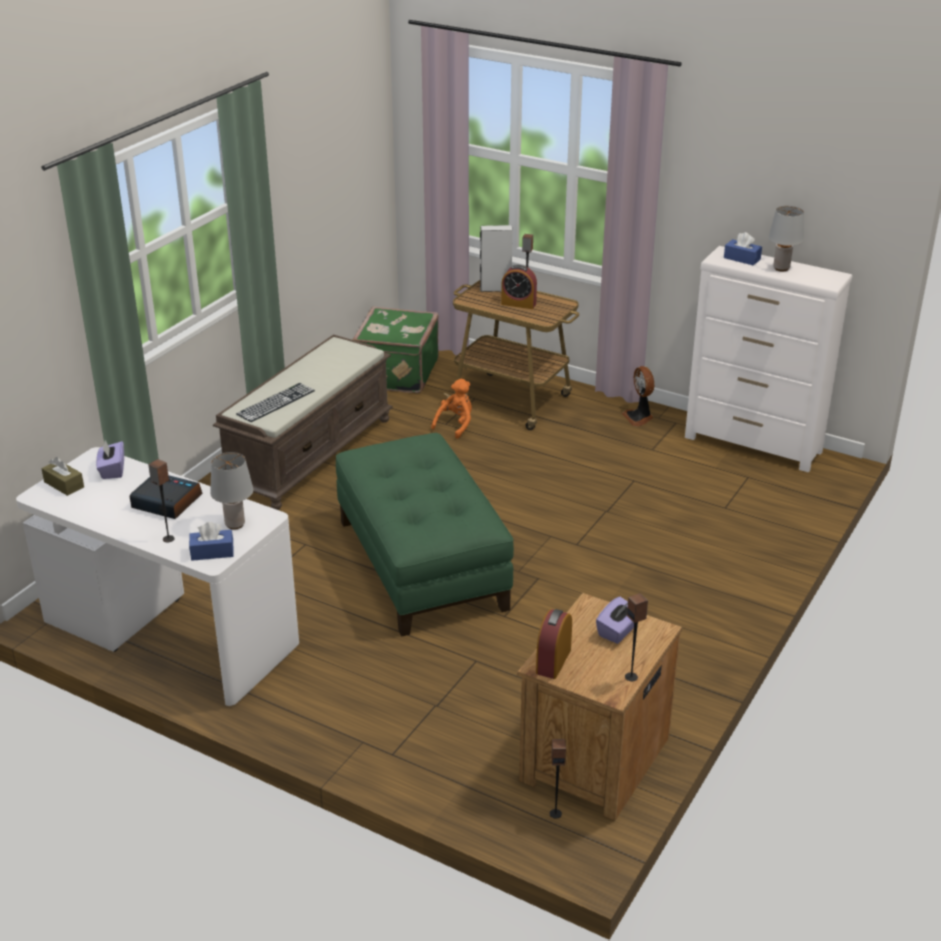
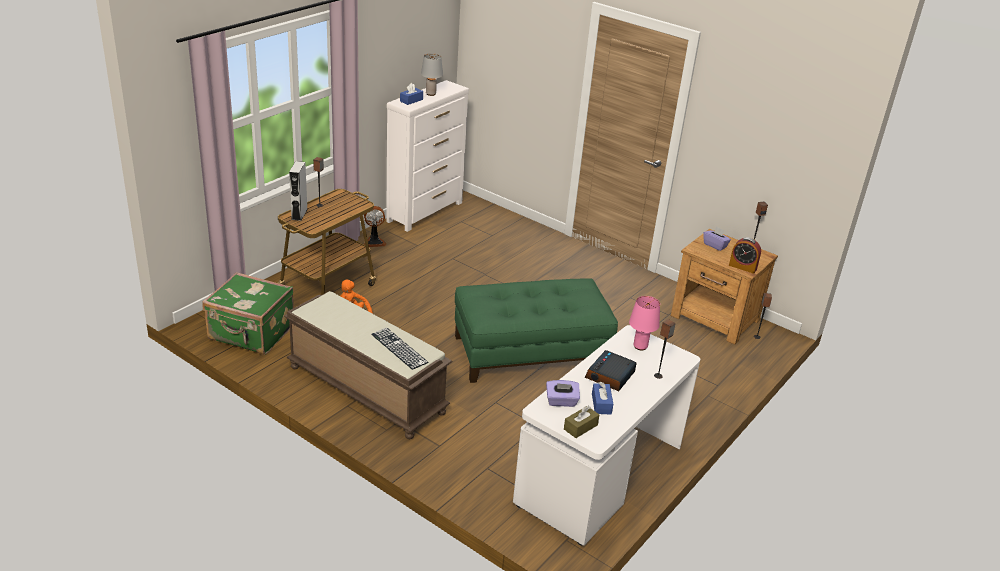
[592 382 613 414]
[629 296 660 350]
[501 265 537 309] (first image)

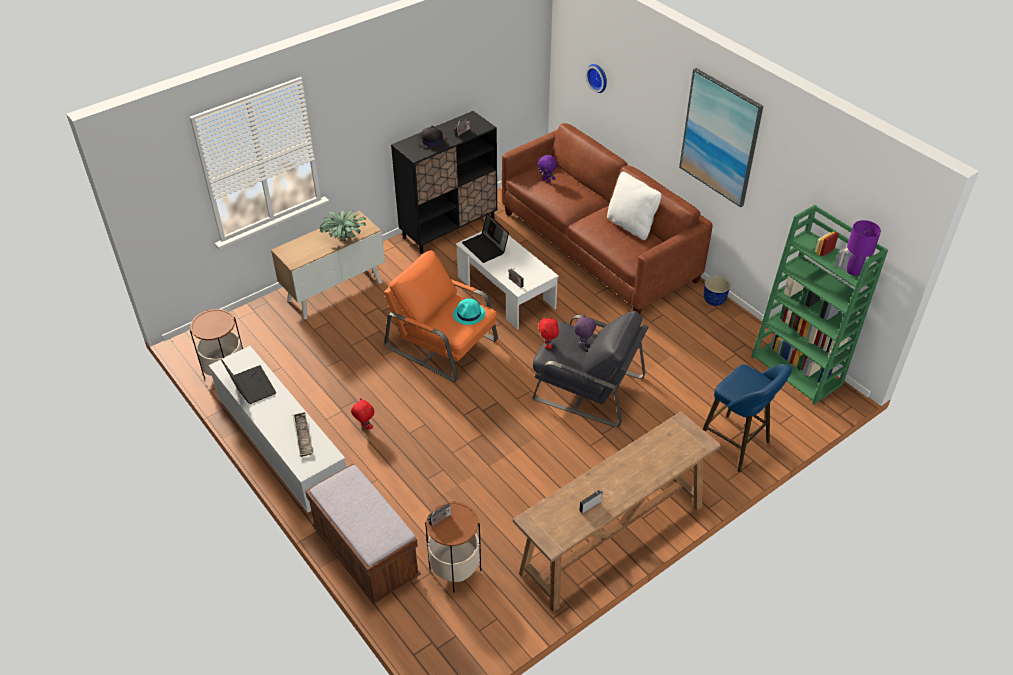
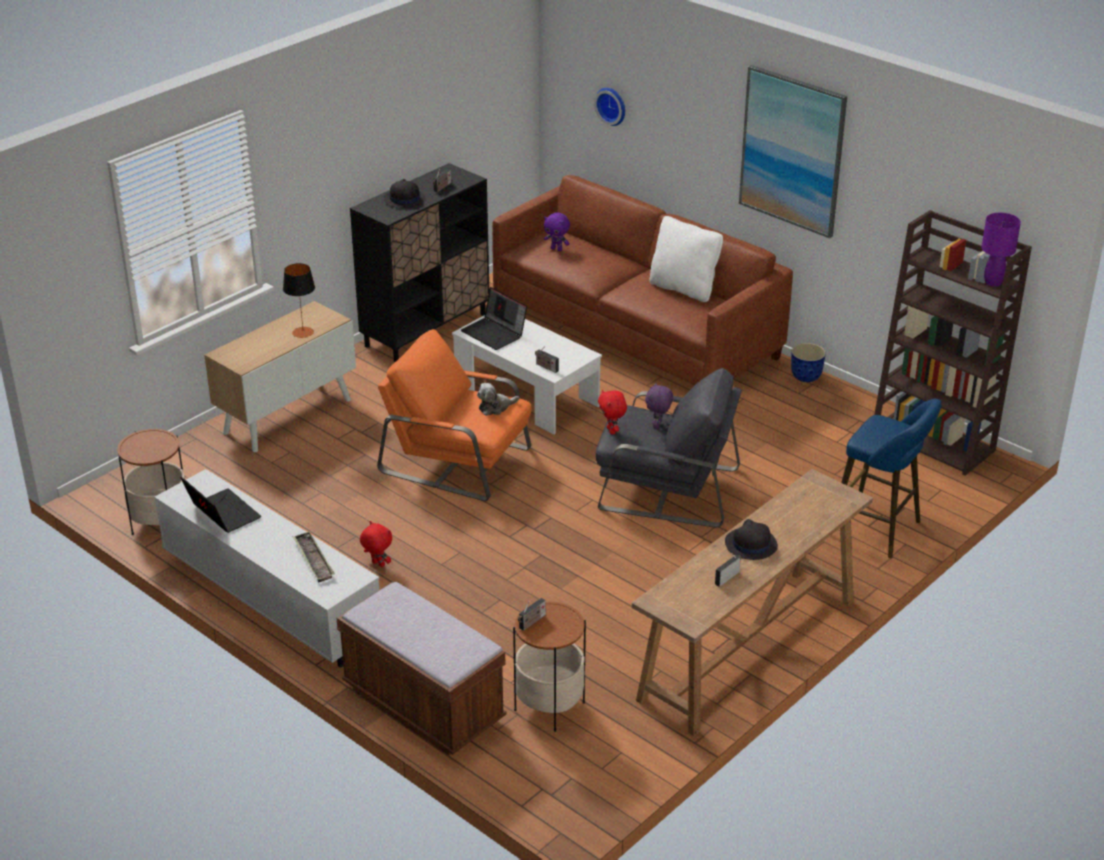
[283 263 315 338]
[477 383 519 416]
[725 519 778 560]
[874 210 1032 476]

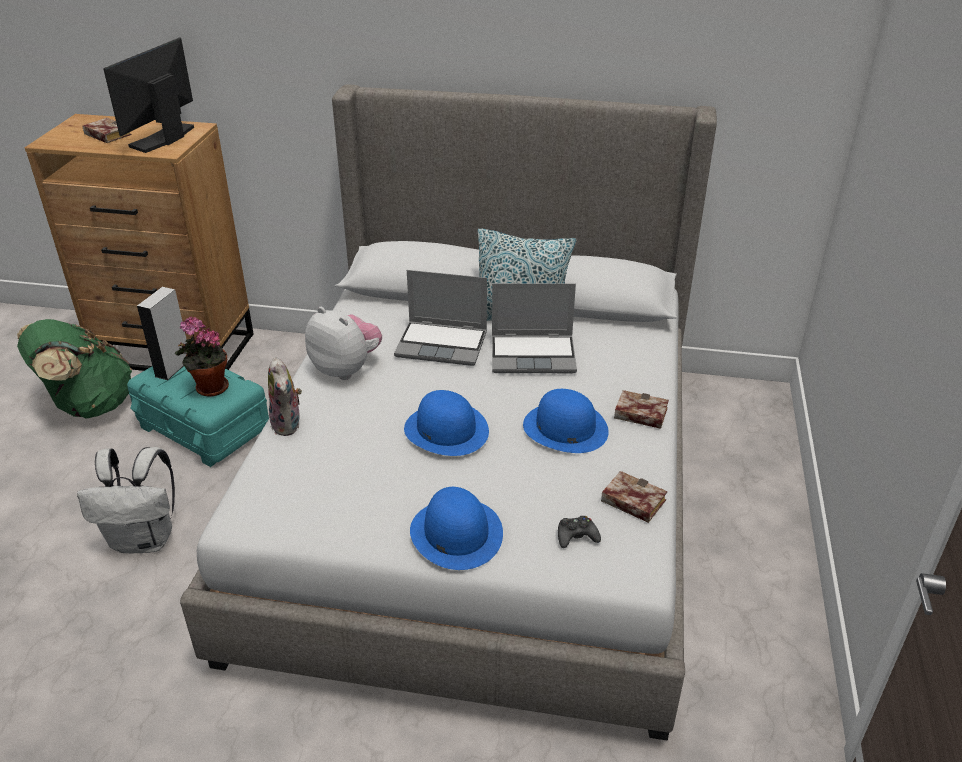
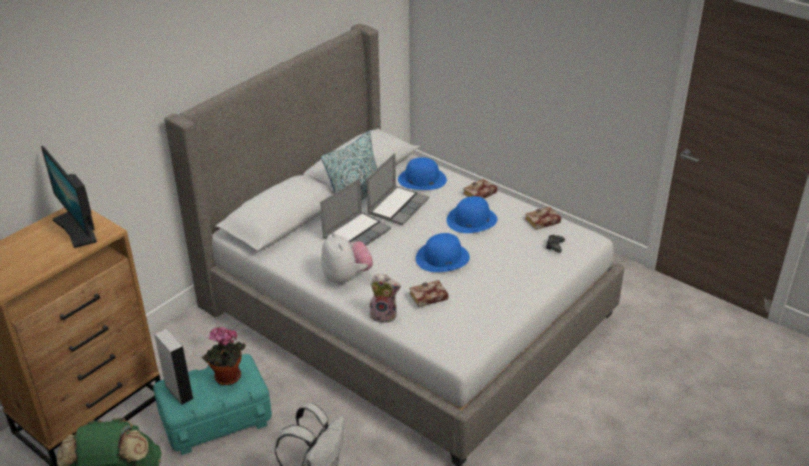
[321 232 373 285]
[398 157 447 190]
[409 280 449 308]

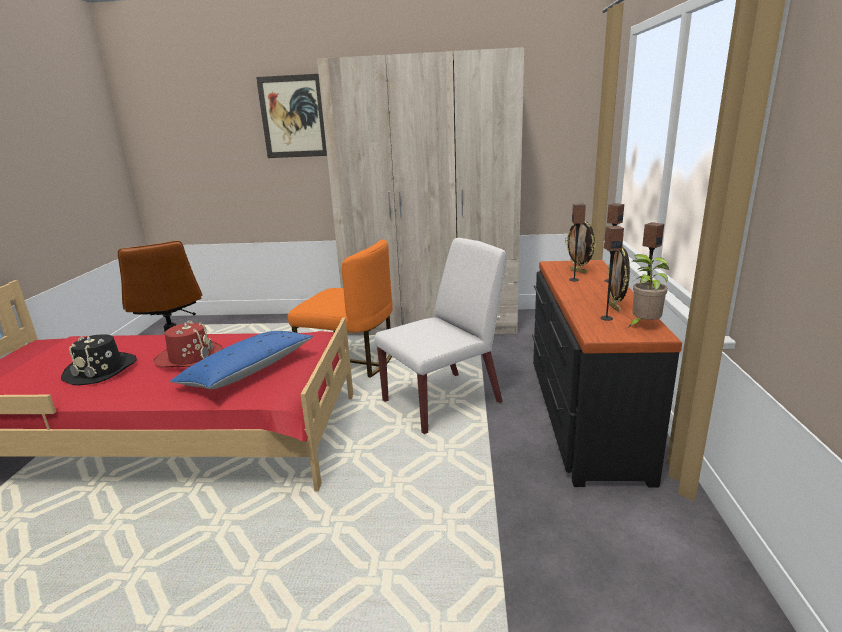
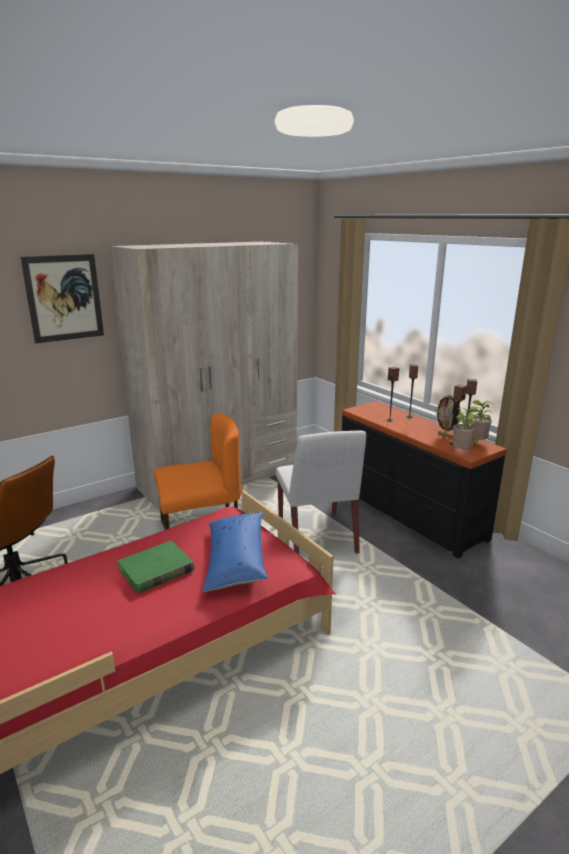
[117 541 194 593]
[276 430 366 554]
[453 407 479 450]
[61 335 137 385] (first image)
[565 220 596 274] (first image)

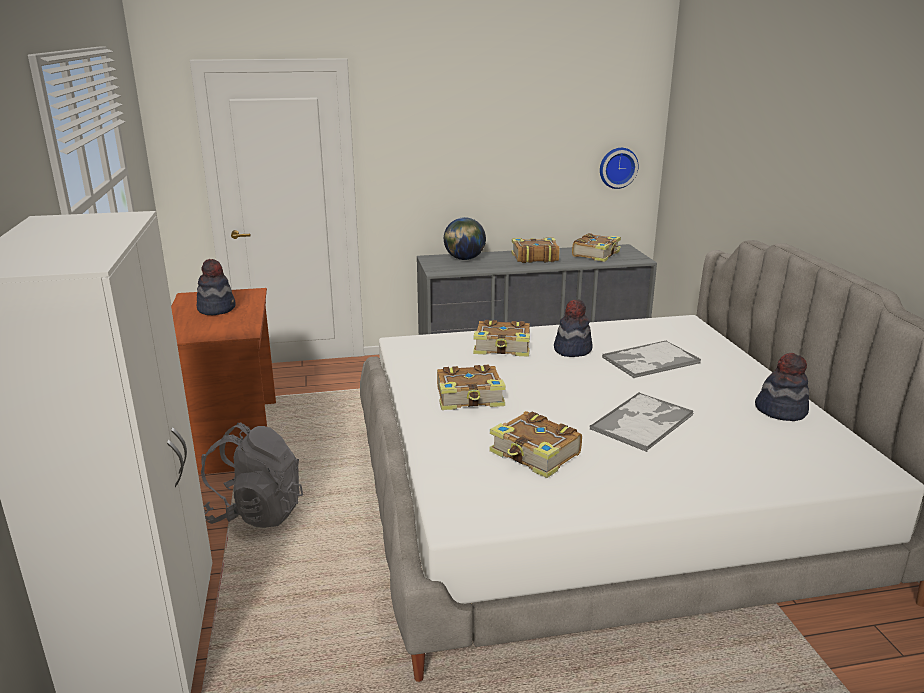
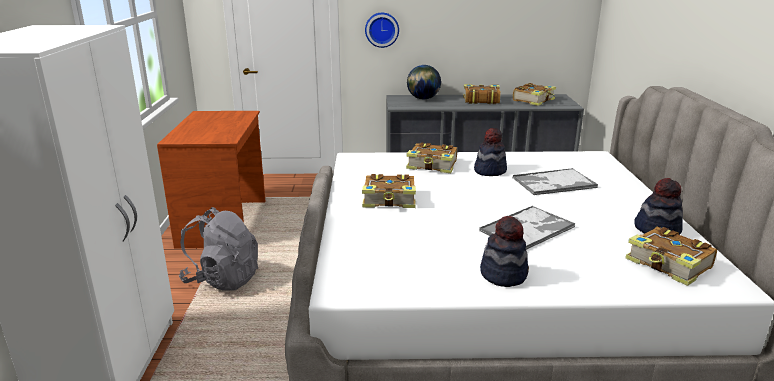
[365 13 399 48]
[480 216 529 287]
[625 226 717 286]

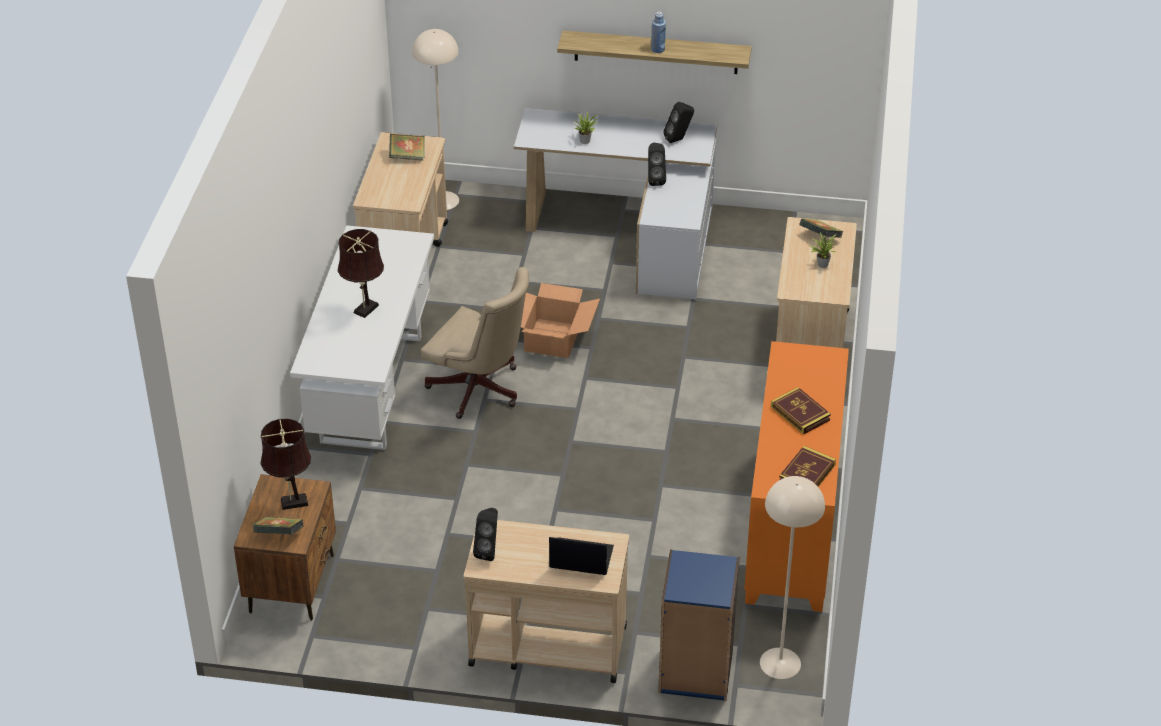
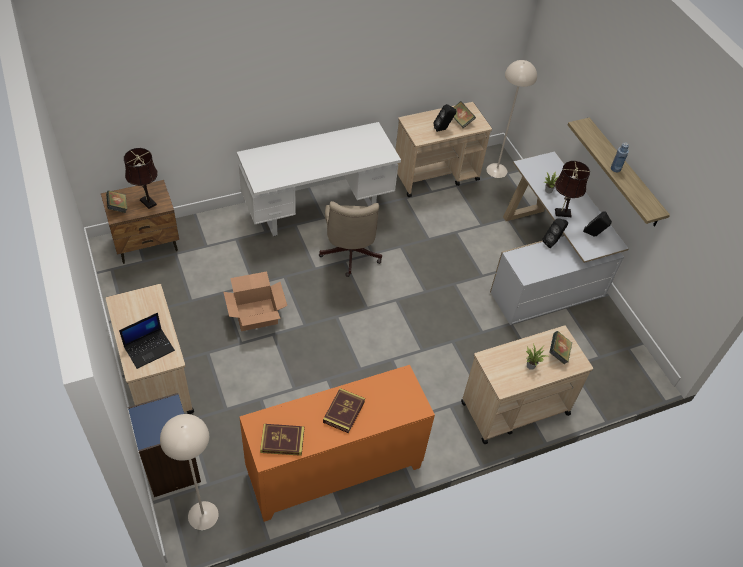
[119 313 175 369]
[223 271 287 331]
[434 104 456 132]
[555 161 590 217]

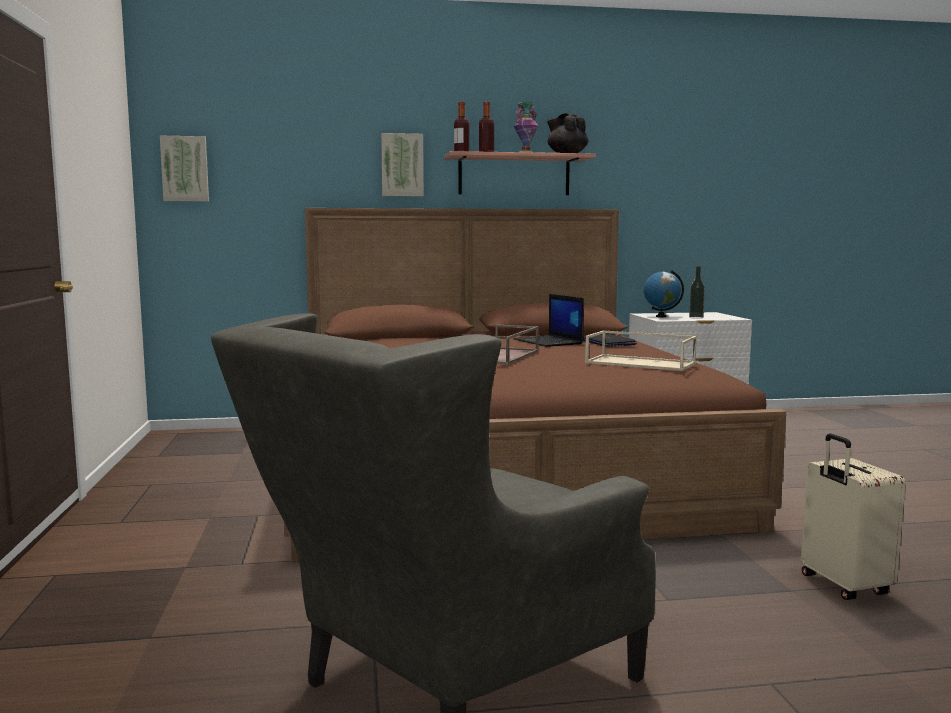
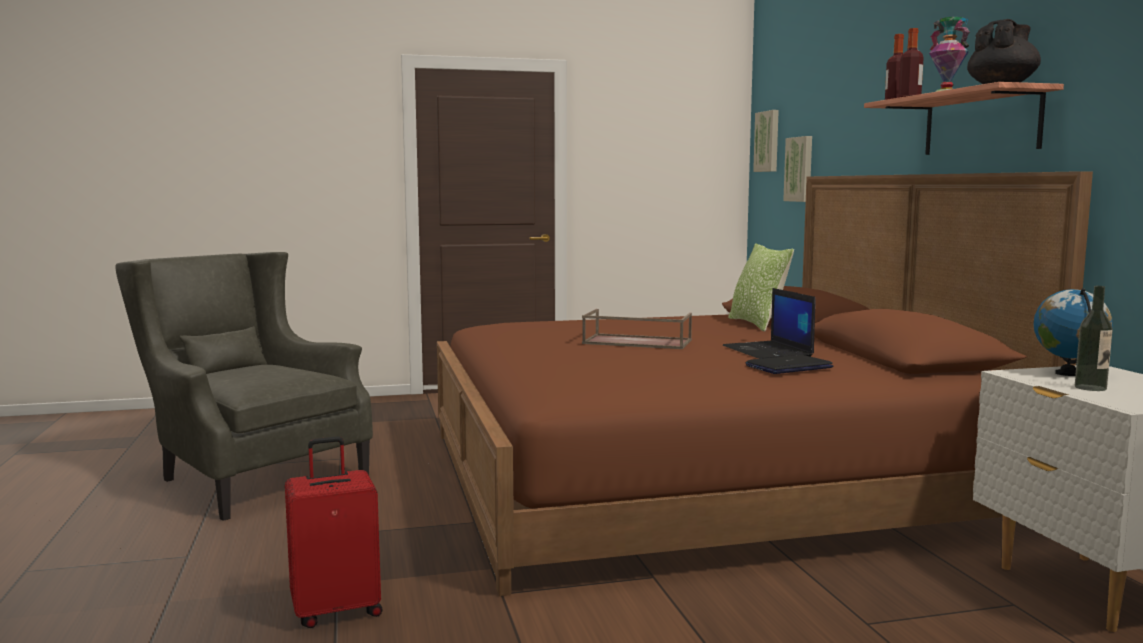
[285 436 383 628]
[723 288 815 359]
[728 243 794 332]
[783 136 812 202]
[585 330 697 371] (first image)

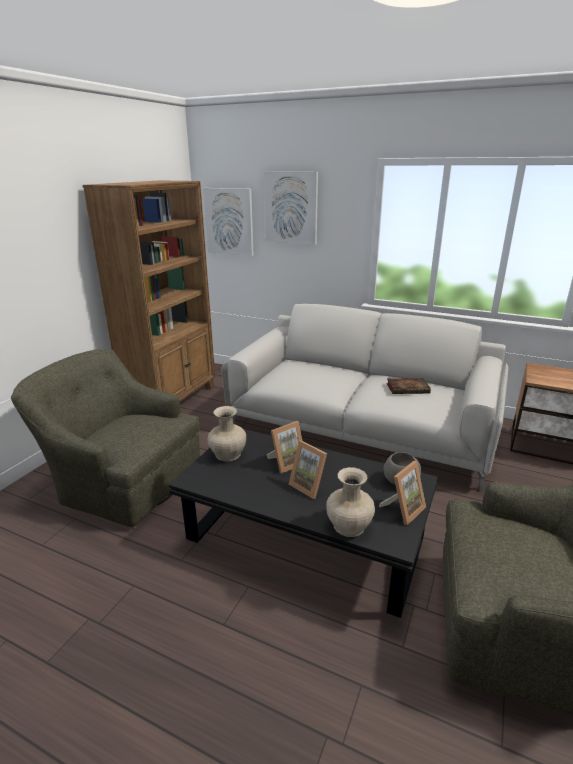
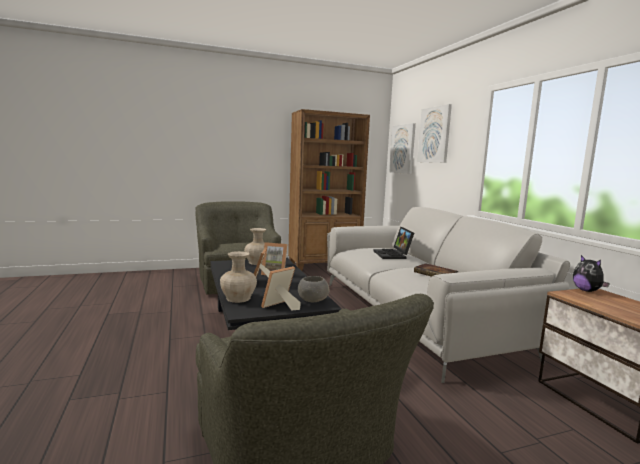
[261 266 301 310]
[374 227 414 259]
[573 255 610 292]

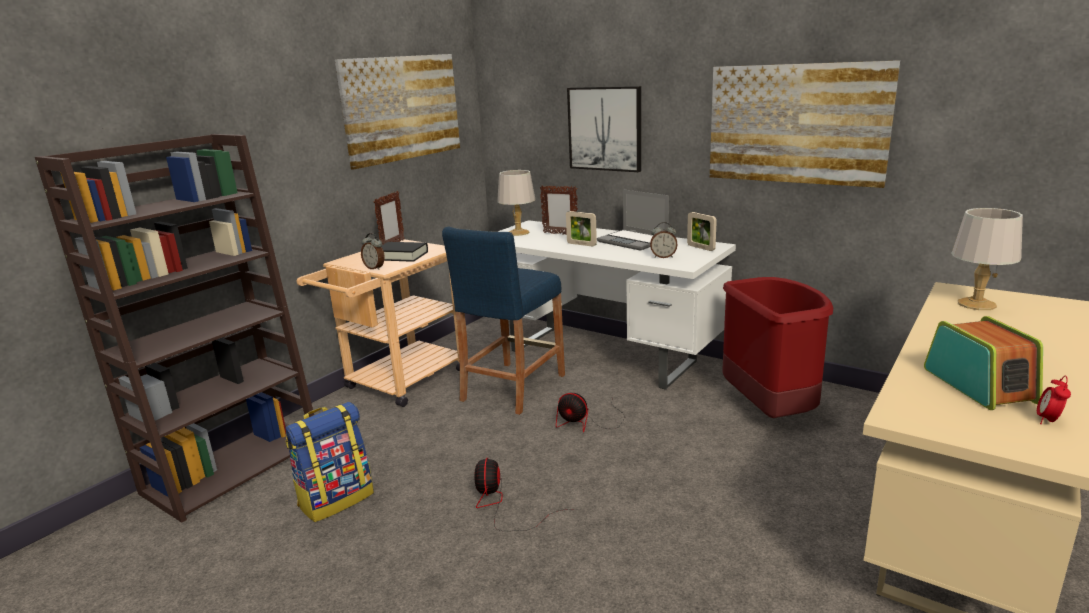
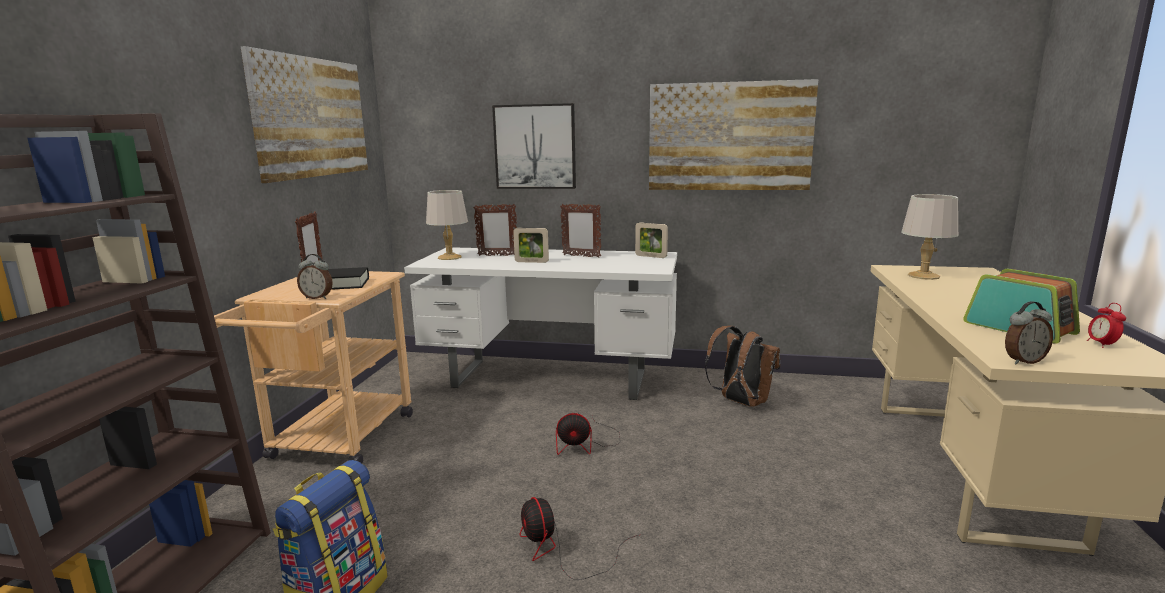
[560 204 601 258]
[705 326 780 407]
[1005 301 1053 364]
[442 227 565 415] (first image)

